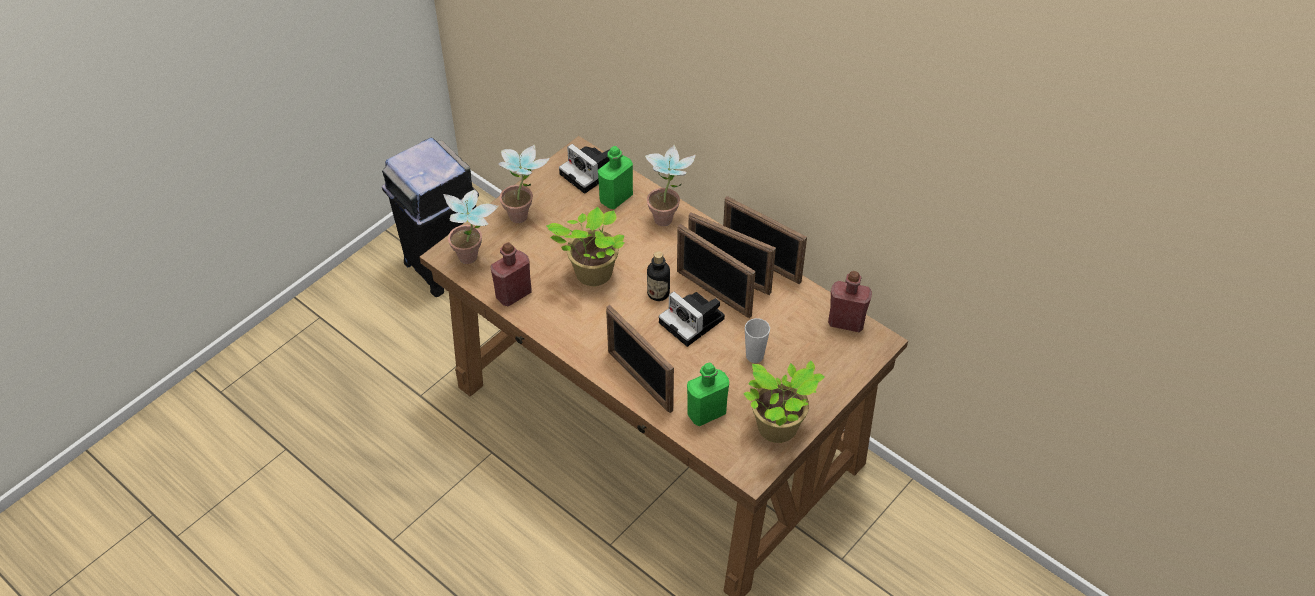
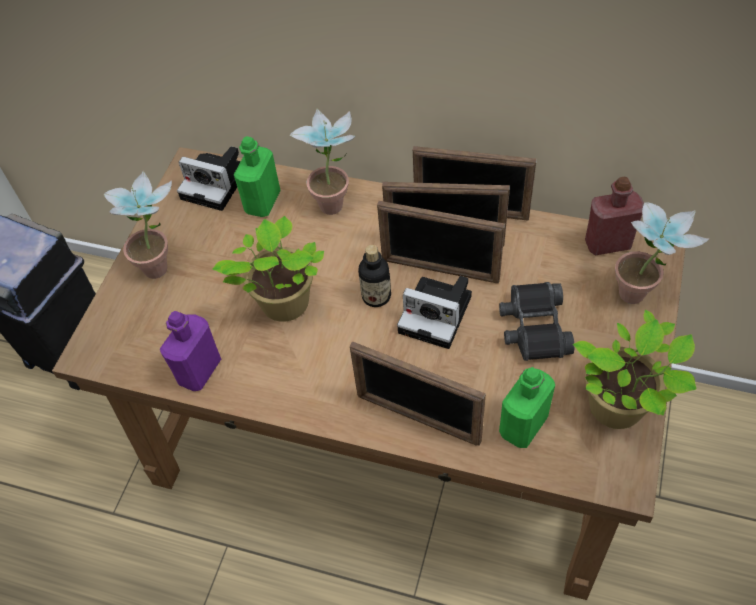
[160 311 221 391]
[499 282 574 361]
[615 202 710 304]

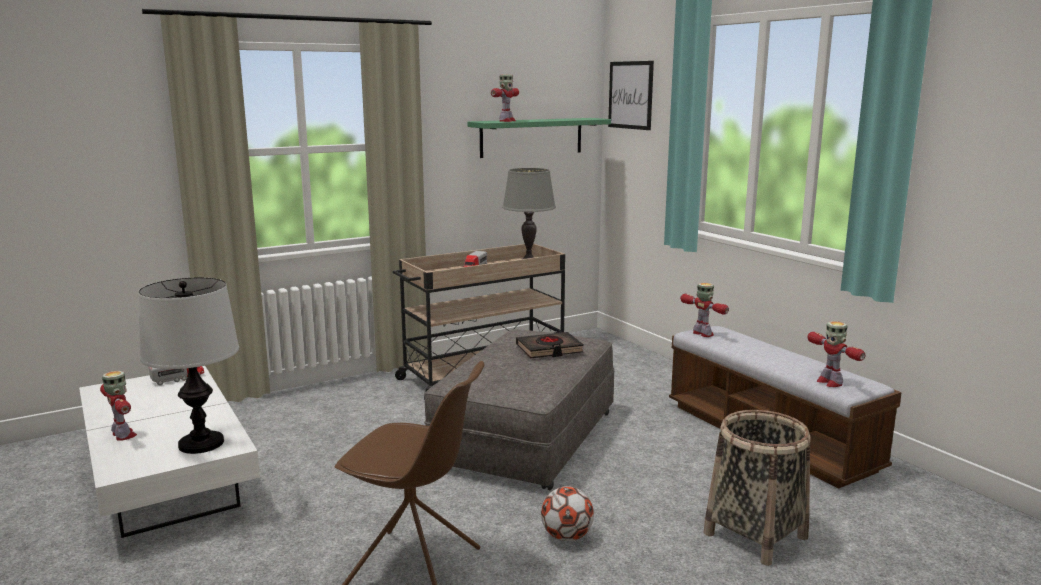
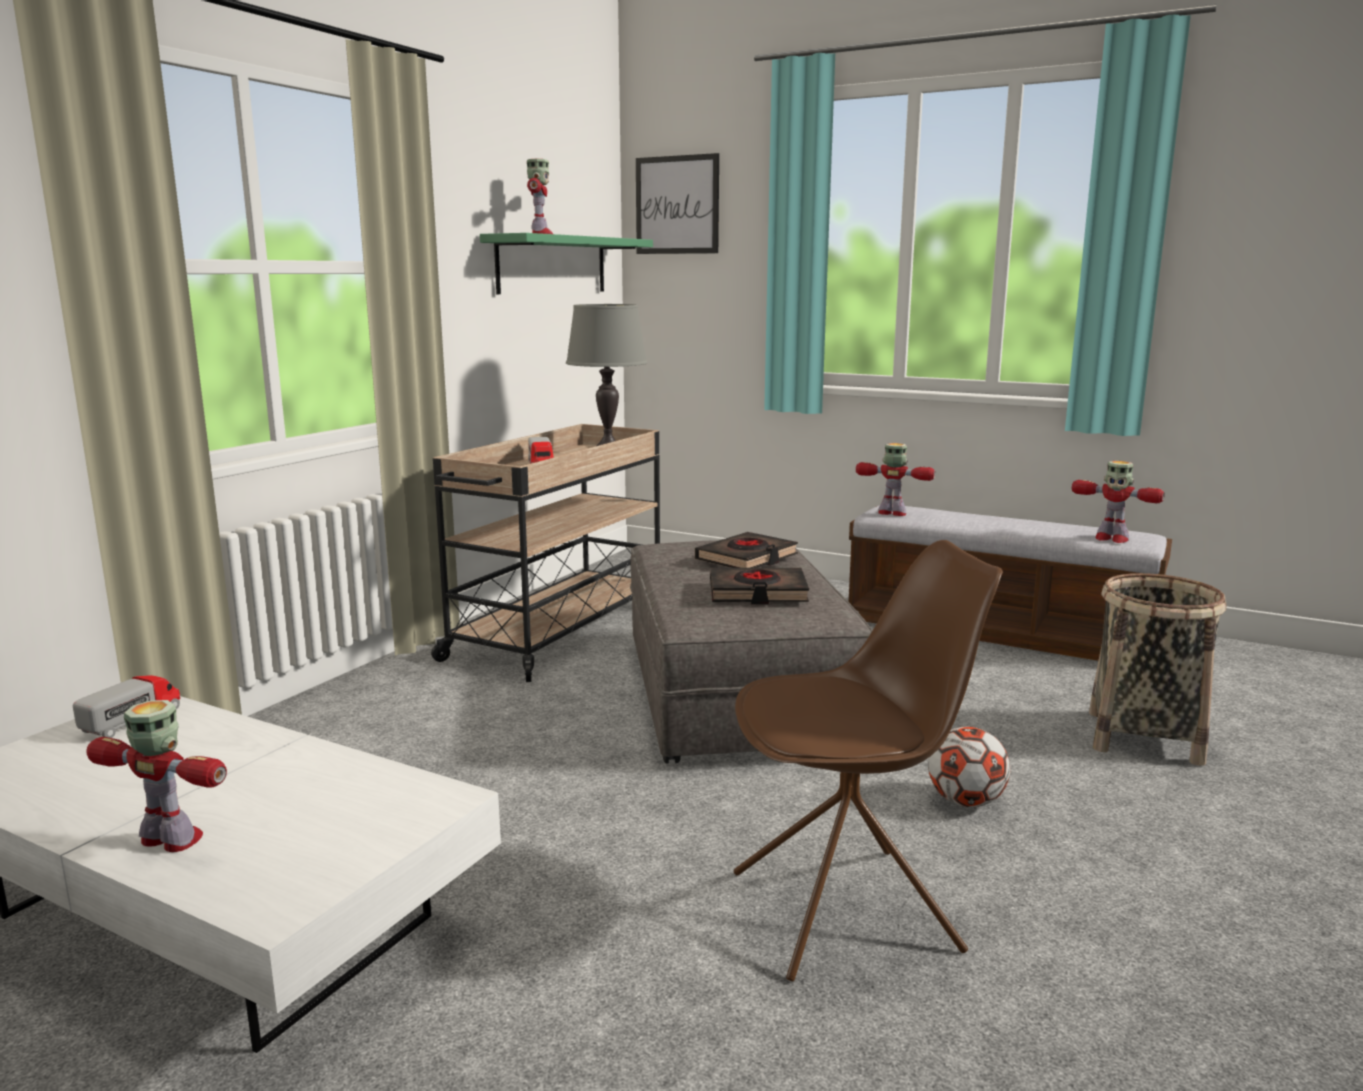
[710 568 809 604]
[138 277 239 454] (first image)

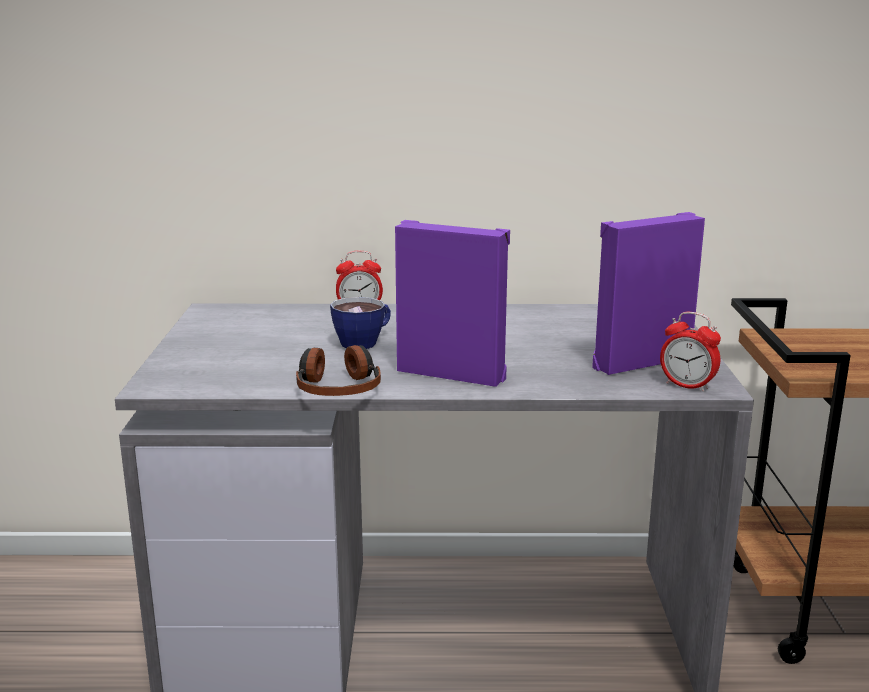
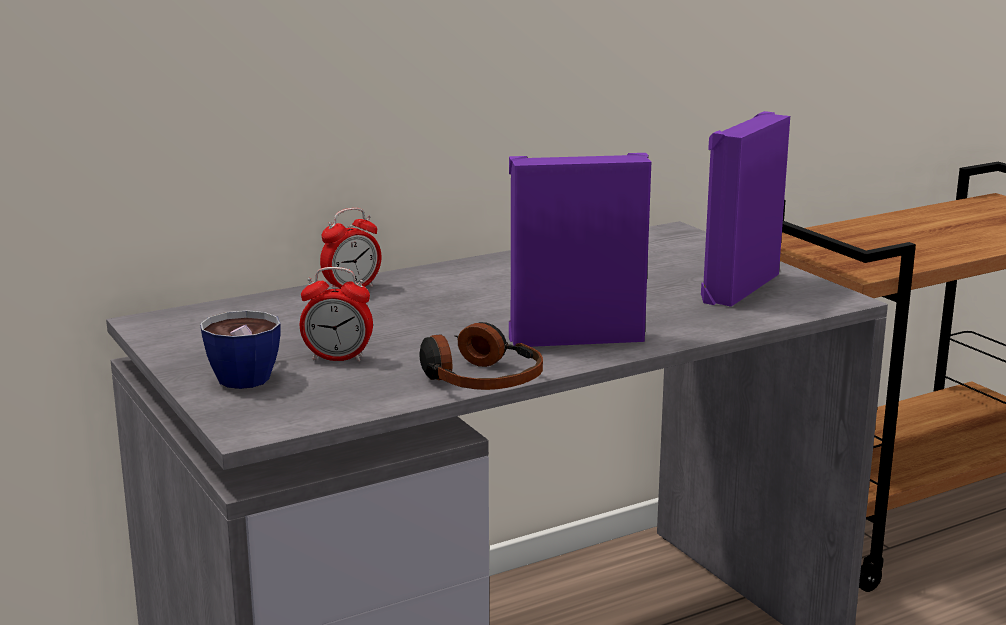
[200 310 281 389]
[300 267 373 362]

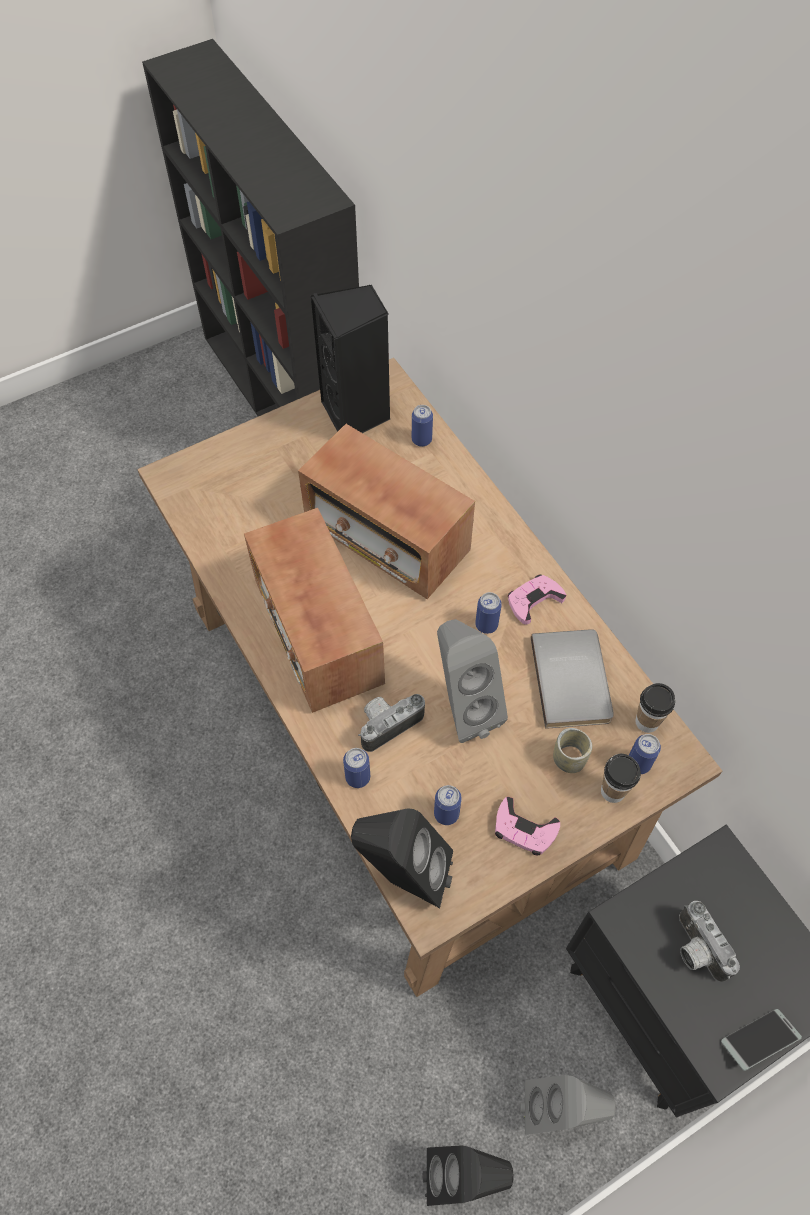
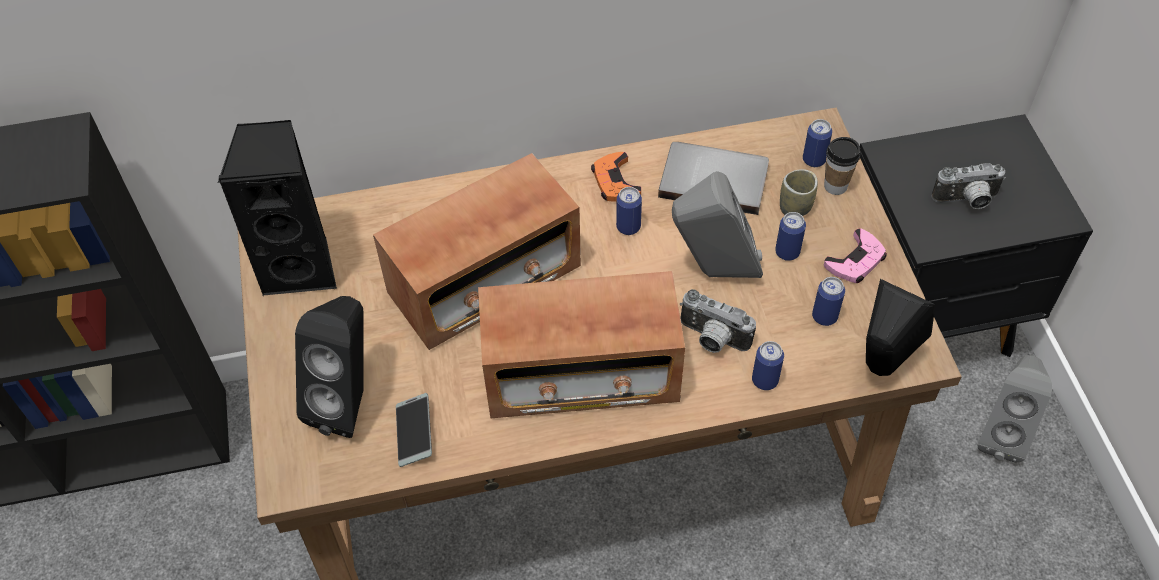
[295 296 364 438]
[396 393 432 467]
[591 152 641 202]
[680 289 756 353]
[775 212 806 261]
[635 683 675 733] (first image)

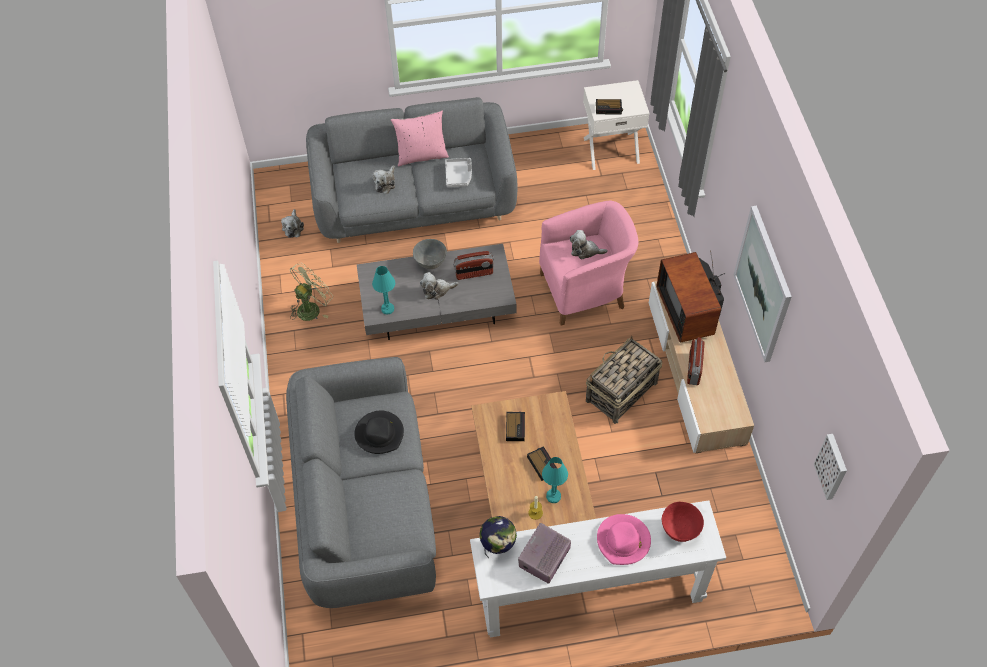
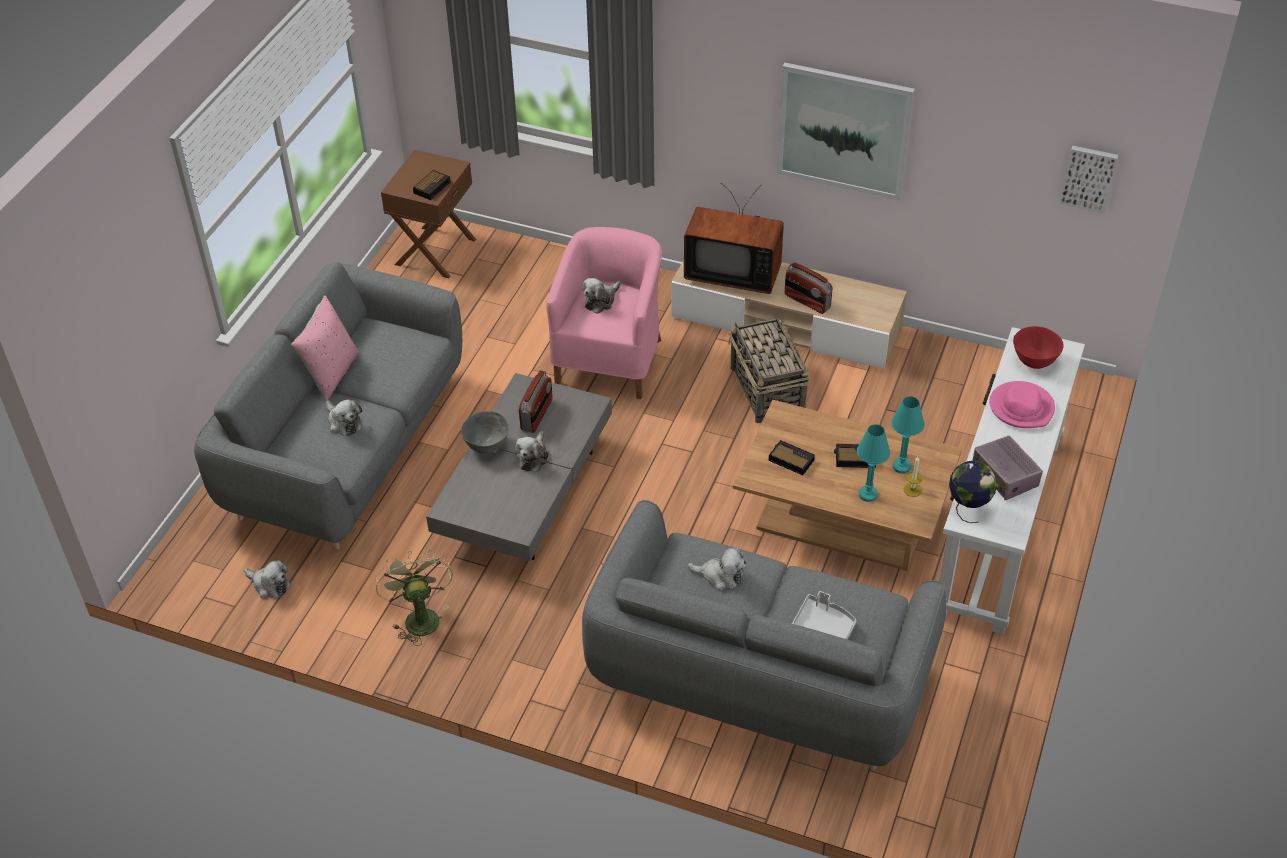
[381 150 476 278]
[688 547 746 591]
[792 591 857 640]
[857 424 890 502]

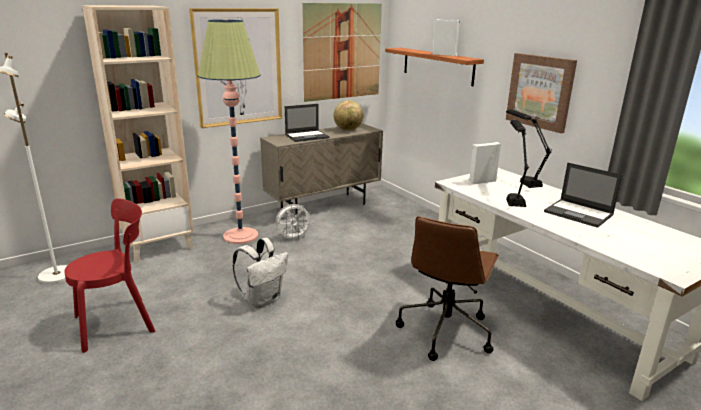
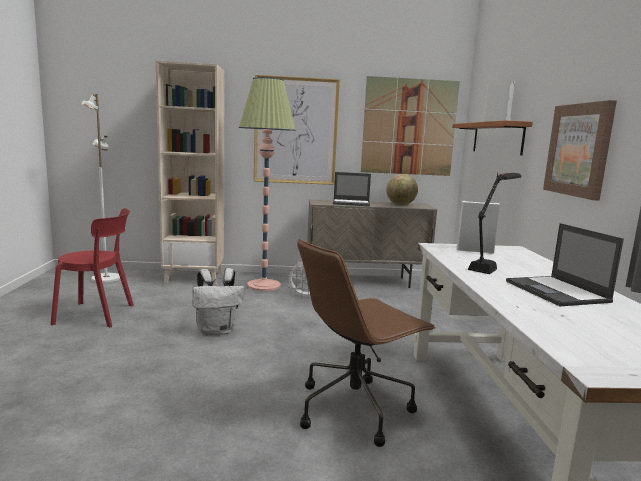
[506 109 552 188] (first image)

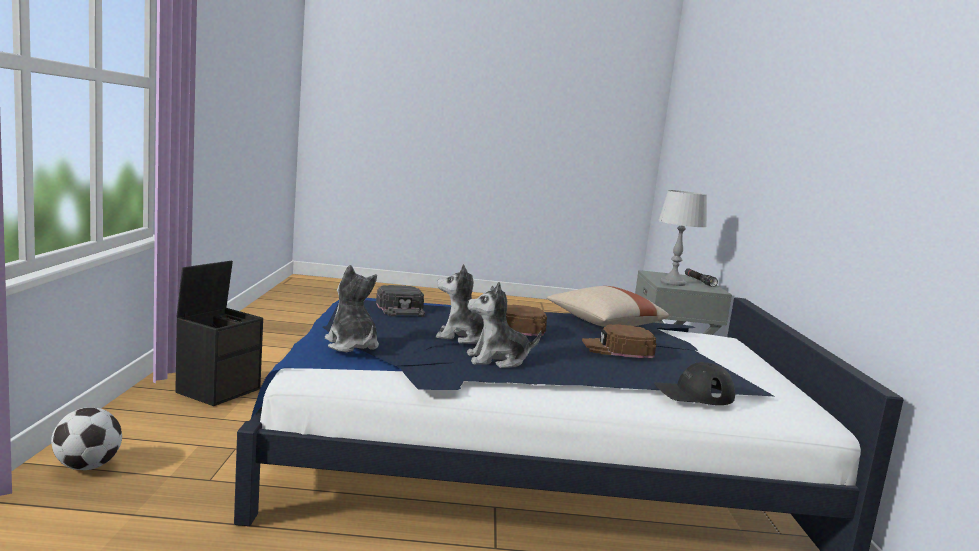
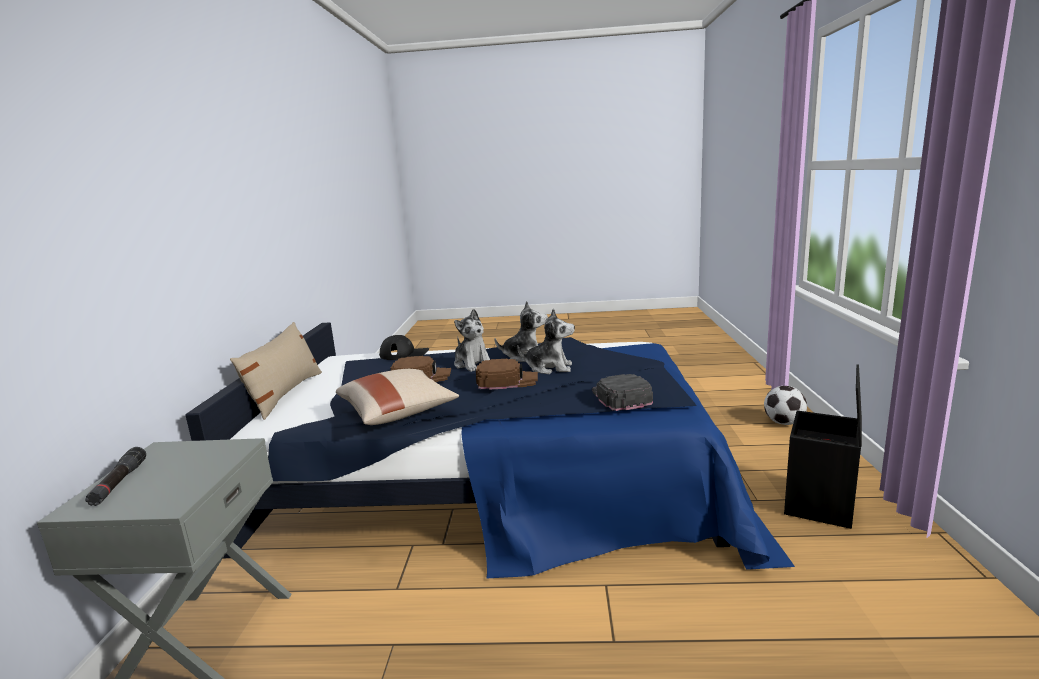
[230 322 322 420]
[454 309 490 372]
[658 190 707 286] (first image)

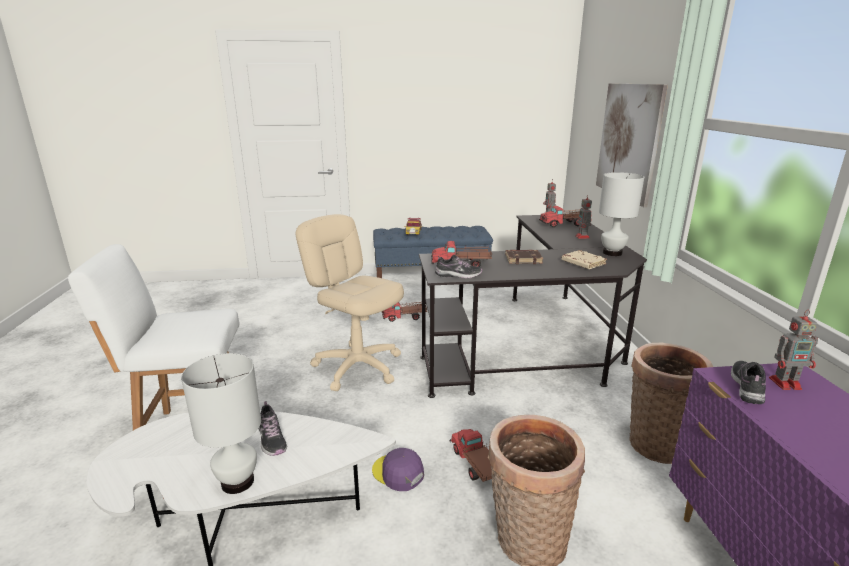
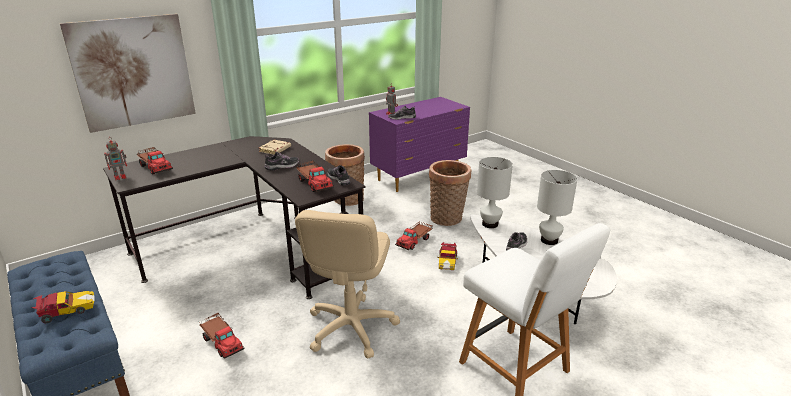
[265 152 299 171]
[437 242 458 270]
[477 157 513 228]
[575 198 592 239] (first image)

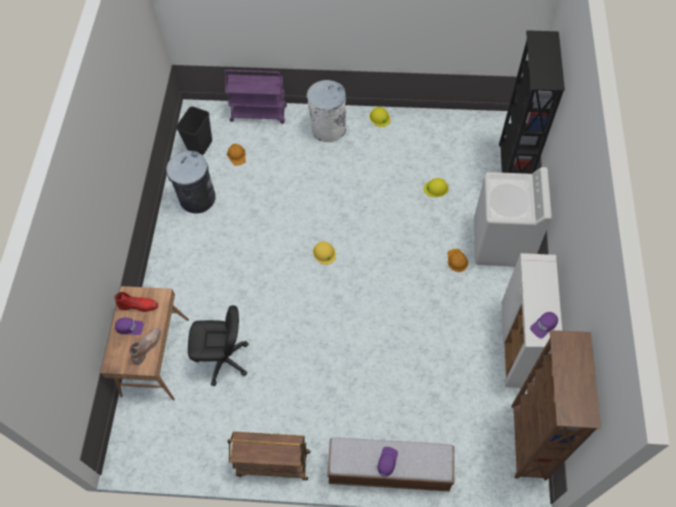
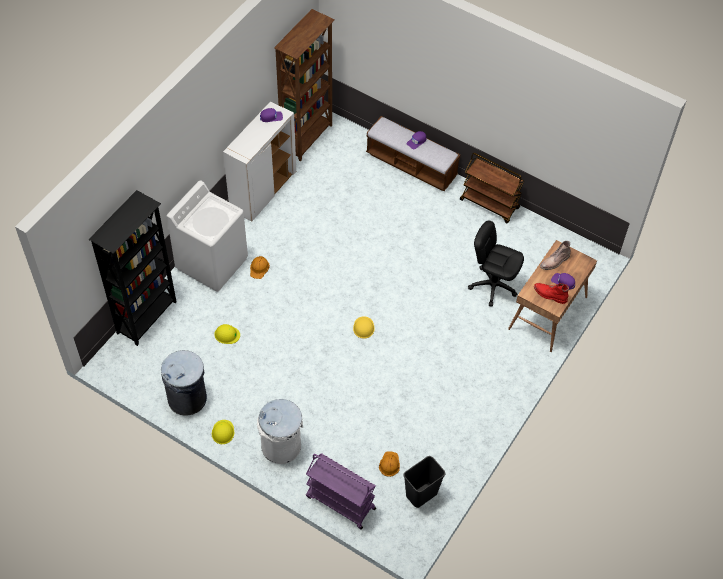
[161 350 207 416]

